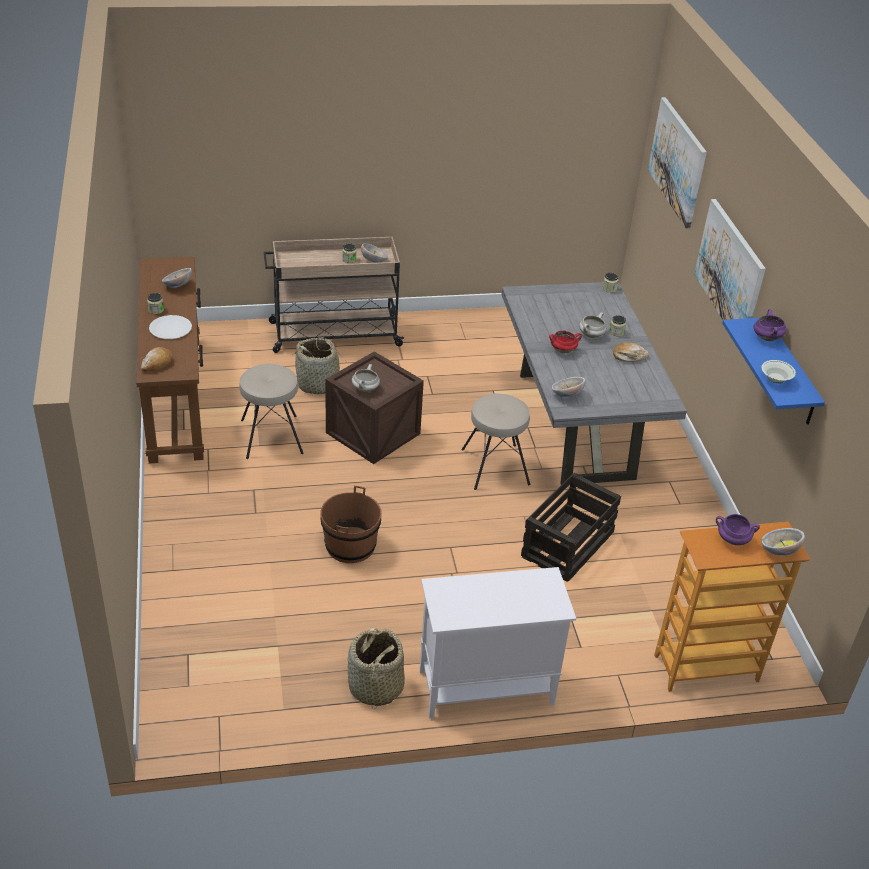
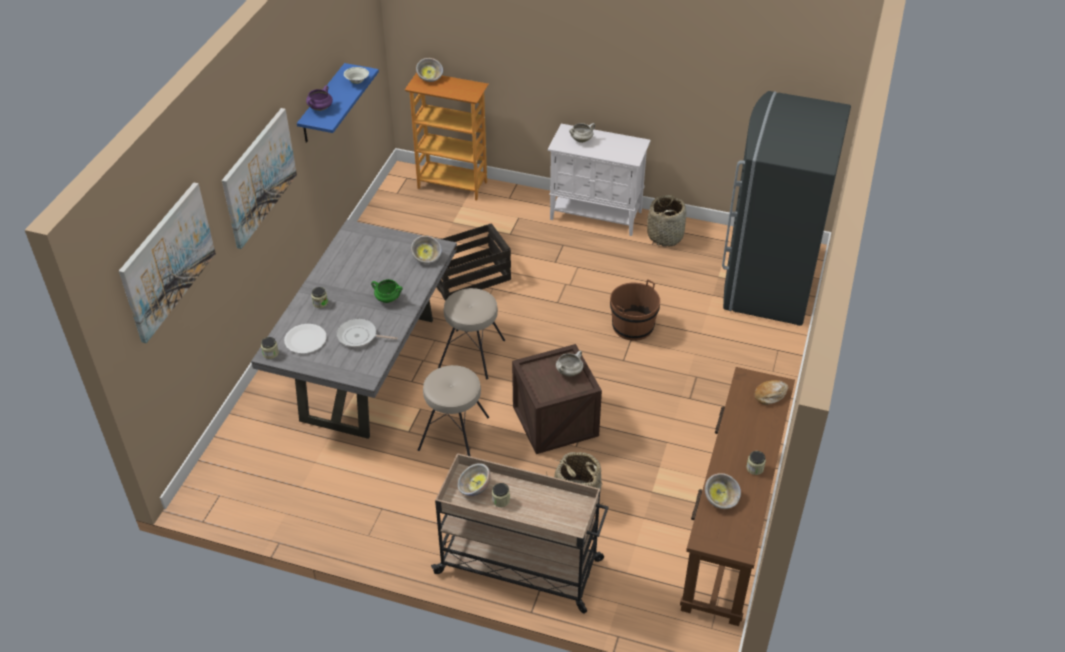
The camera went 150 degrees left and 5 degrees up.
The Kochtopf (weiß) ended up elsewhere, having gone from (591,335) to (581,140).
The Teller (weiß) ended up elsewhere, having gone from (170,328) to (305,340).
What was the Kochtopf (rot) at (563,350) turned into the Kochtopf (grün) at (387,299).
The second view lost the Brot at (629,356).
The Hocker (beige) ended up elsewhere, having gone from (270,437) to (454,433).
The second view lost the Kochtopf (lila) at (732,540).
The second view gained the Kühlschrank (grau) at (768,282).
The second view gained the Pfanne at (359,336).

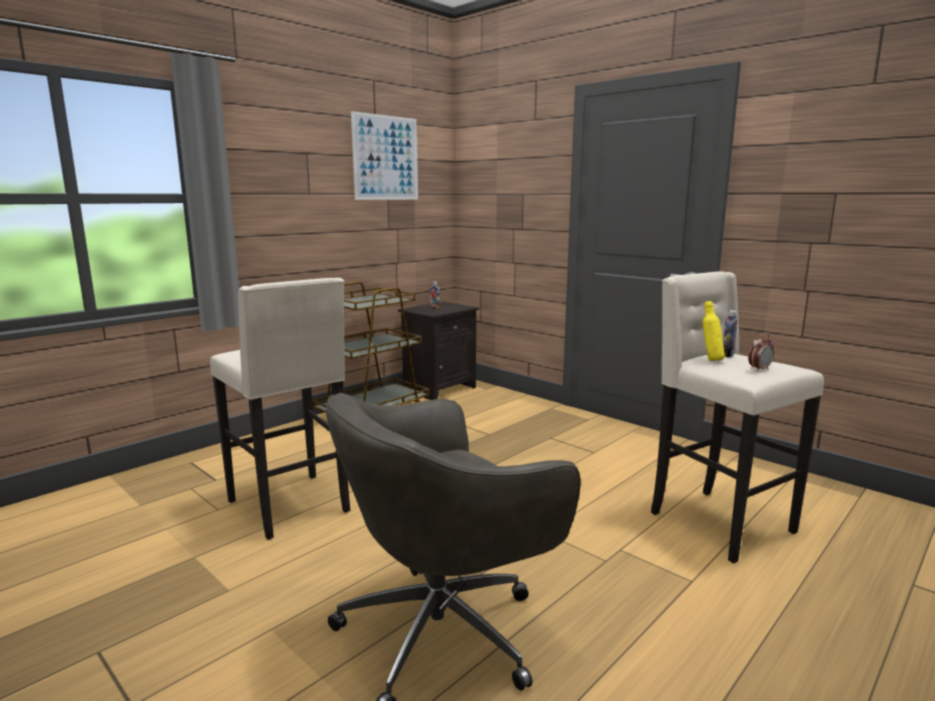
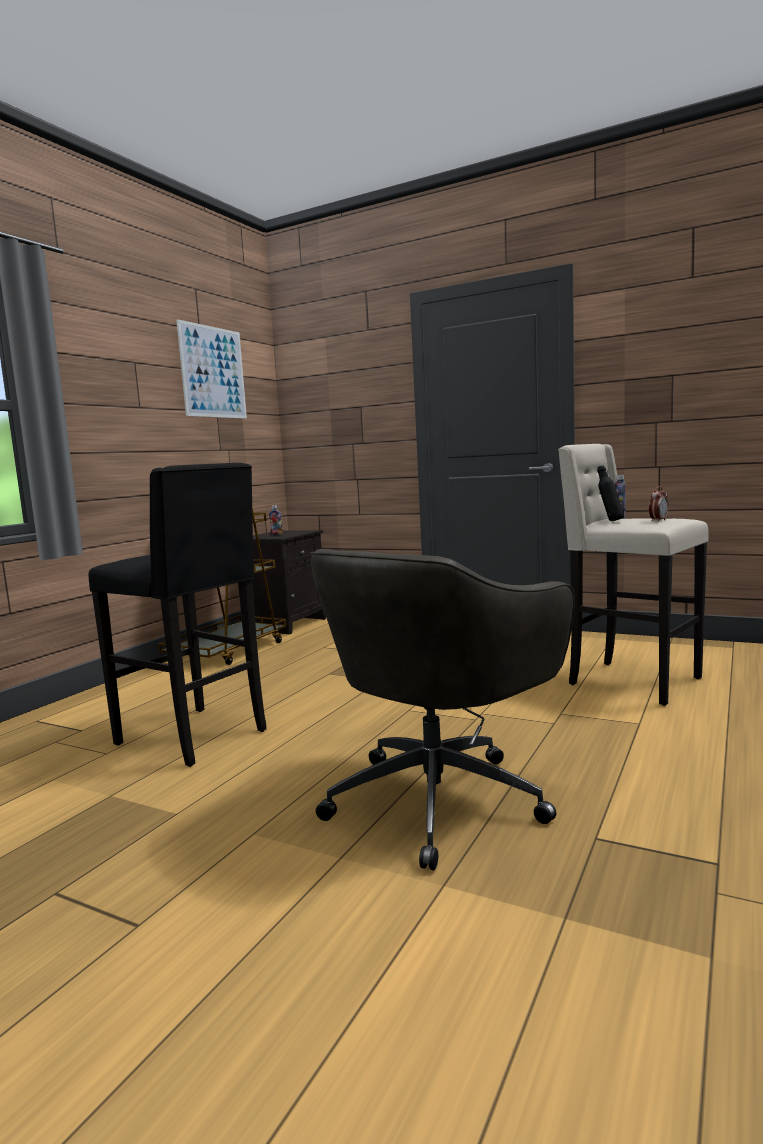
The camera went 15 degrees left and 5 degrees down.
What was the Hocker (beige) at (292,507) turned into the Hocker (schwarz) at (196,737).
What was the Flasche (gelb) at (710,360) turned into the Flasche (schwarz) at (610,521).

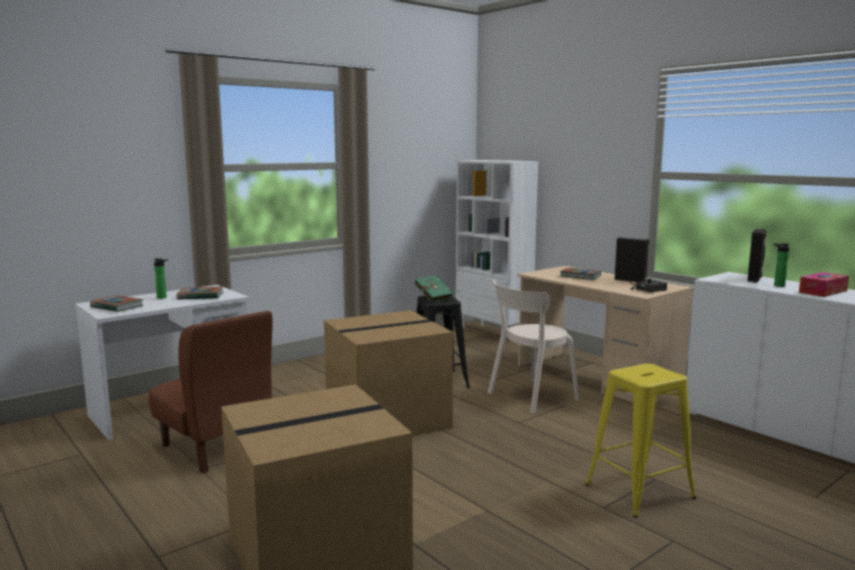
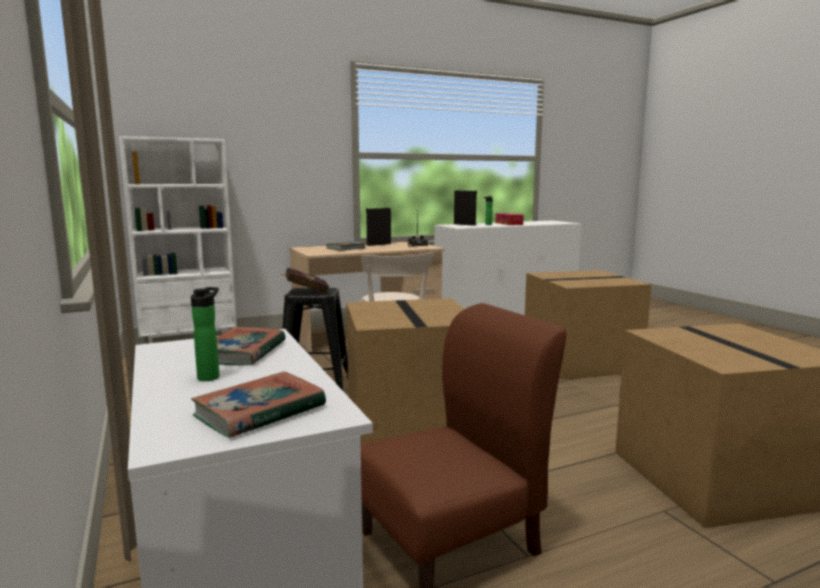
The camera went 75 degrees left and 0 degrees up.
What was the Buch (grün) at (432,298) turned into the Buch (rot) at (305,292).
Where the Hocker (gelb) stood at (639,491), the Karton came to stand at (580,361).

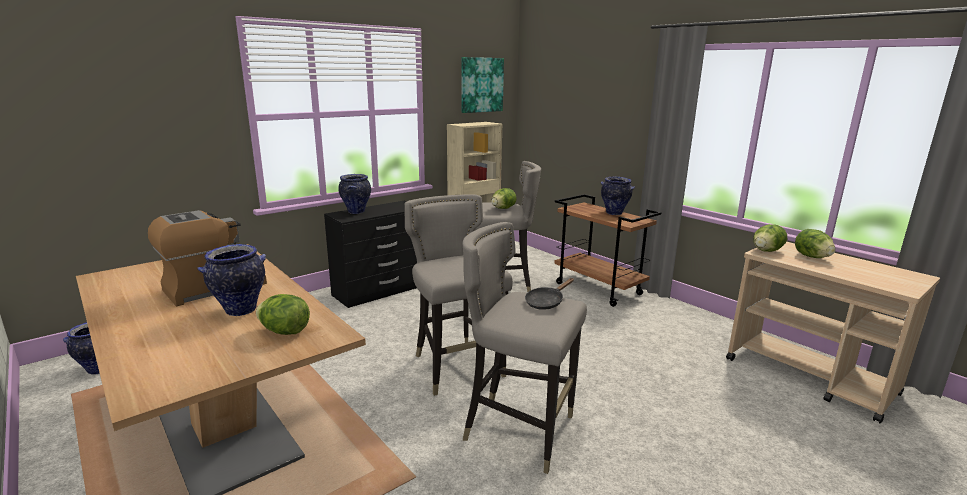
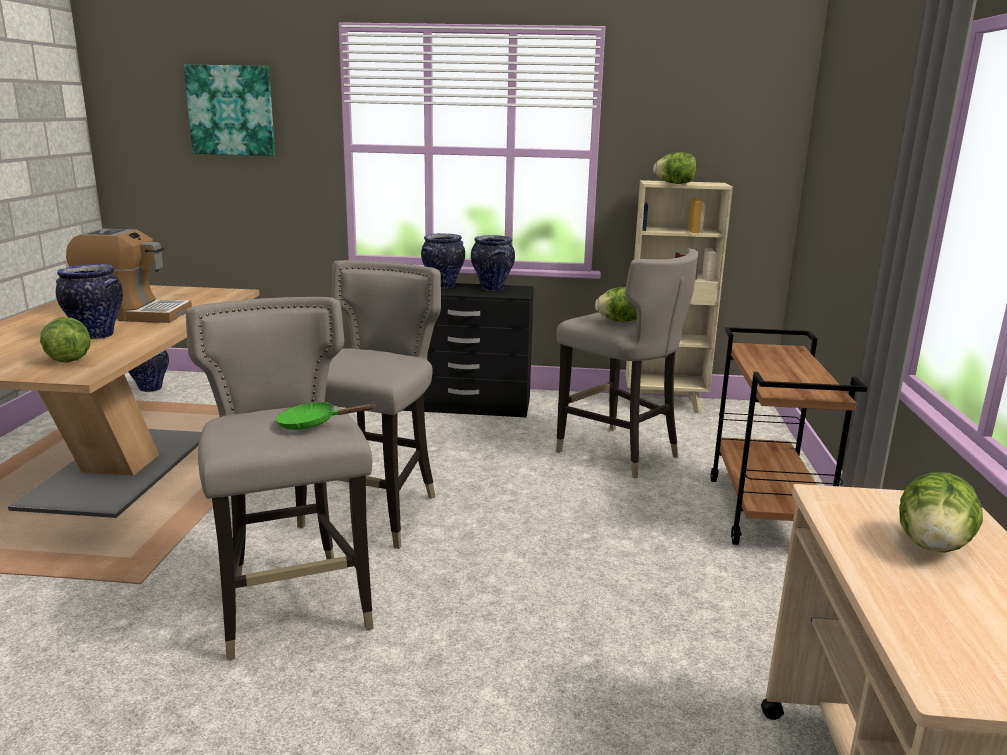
The camera went 45 degrees right and 0 degrees up.
The Bild ended up elsewhere, having gone from (481,85) to (231,110).
The Vase ended up elsewhere, having gone from (614,213) to (492,288).
The Salatkopf ended up elsewhere, having gone from (766,251) to (675,183).
What was the Pfanne (schwarz) at (546,302) turned into the Pfanne (grün) at (313,424).

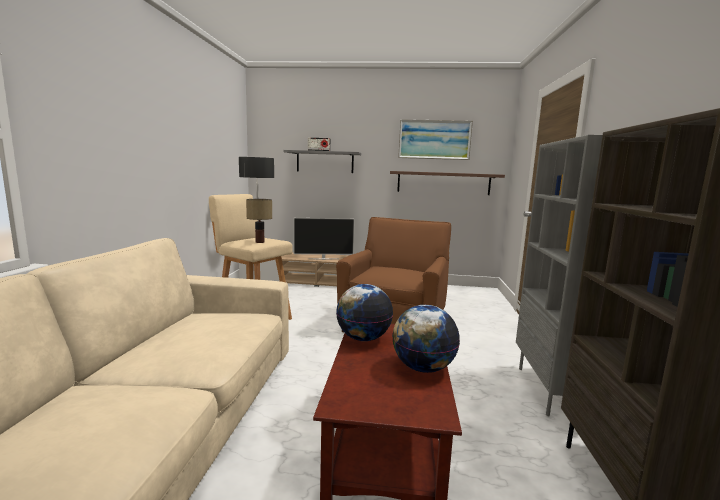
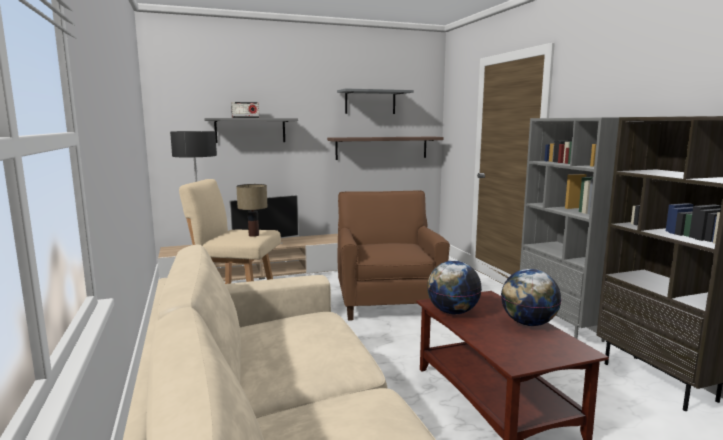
The camera went 25 degrees left and 0 degrees up.
Where the Bild hung at (434,139), the Wandregal (grau) came to hang at (370,102).

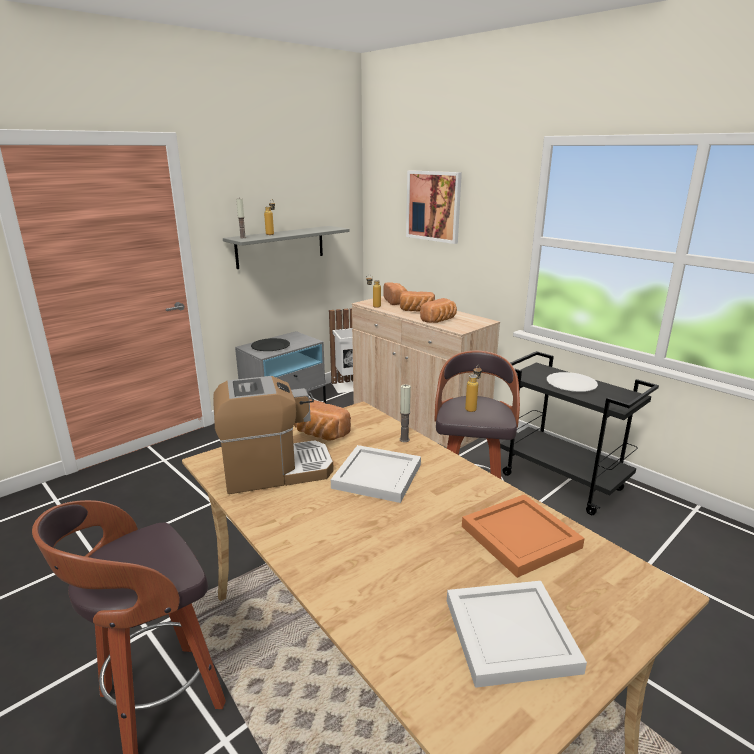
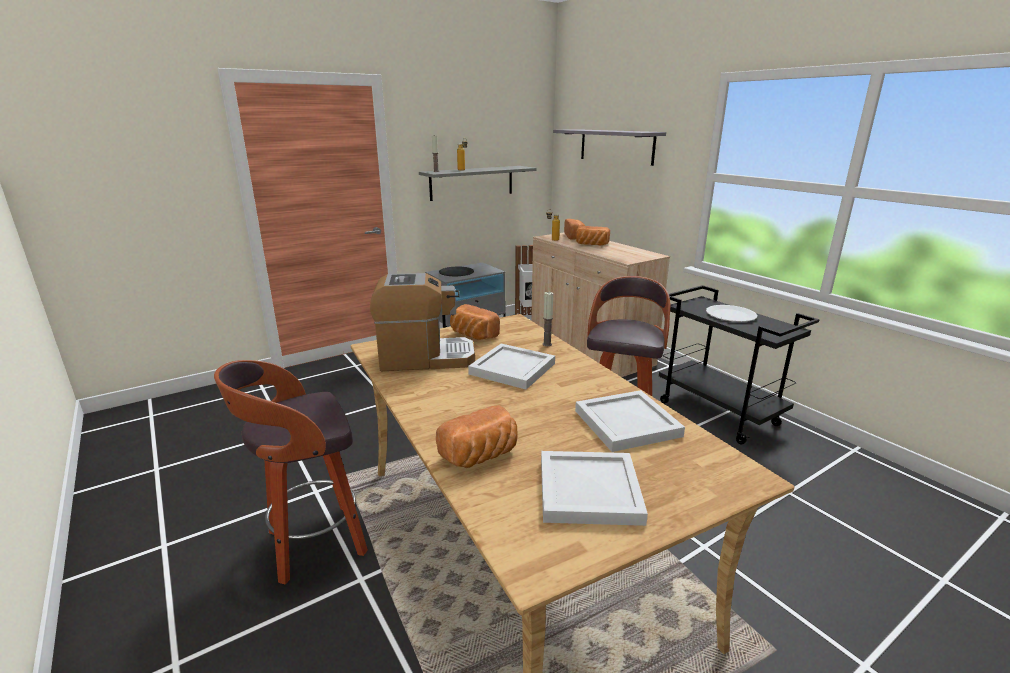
The camera went 10 degrees right and 0 degrees up.
Where the Bild hung at (433,206), the Wandregal (grau) came to hang at (616,146).
The Brot ended up elsewhere, having gone from (440,320) to (481,456).
The second view lost the Flasche at (472,408).
What was the Tablett (orange) at (520,535) turned into the Tablett (weiß) at (627,422).

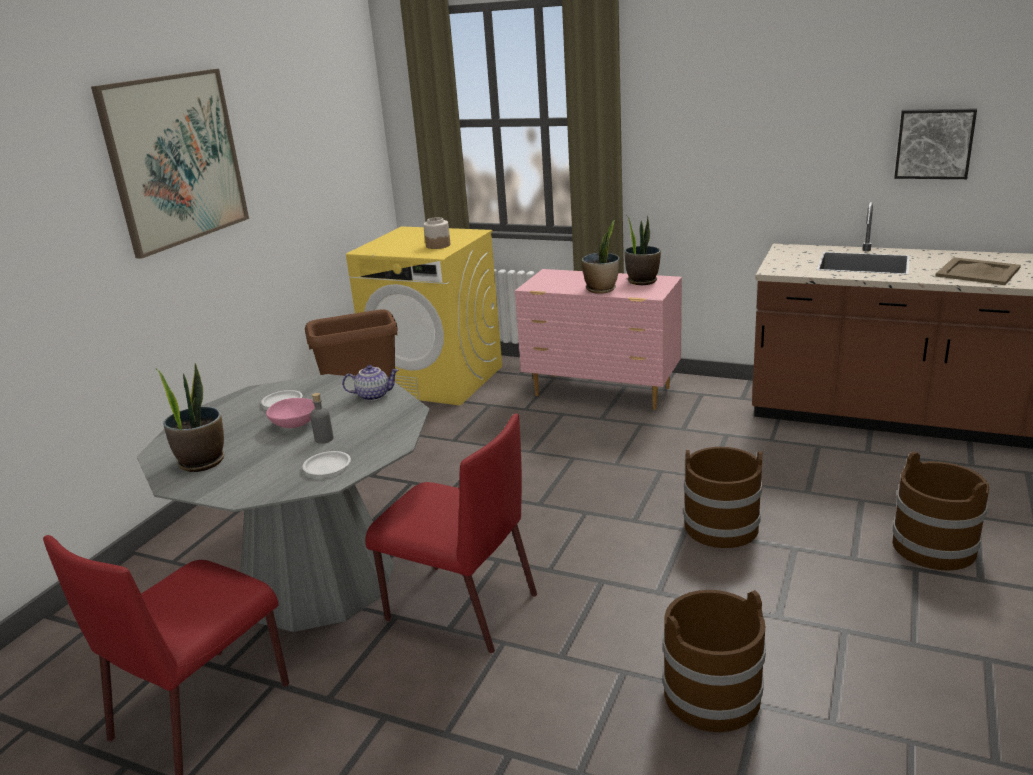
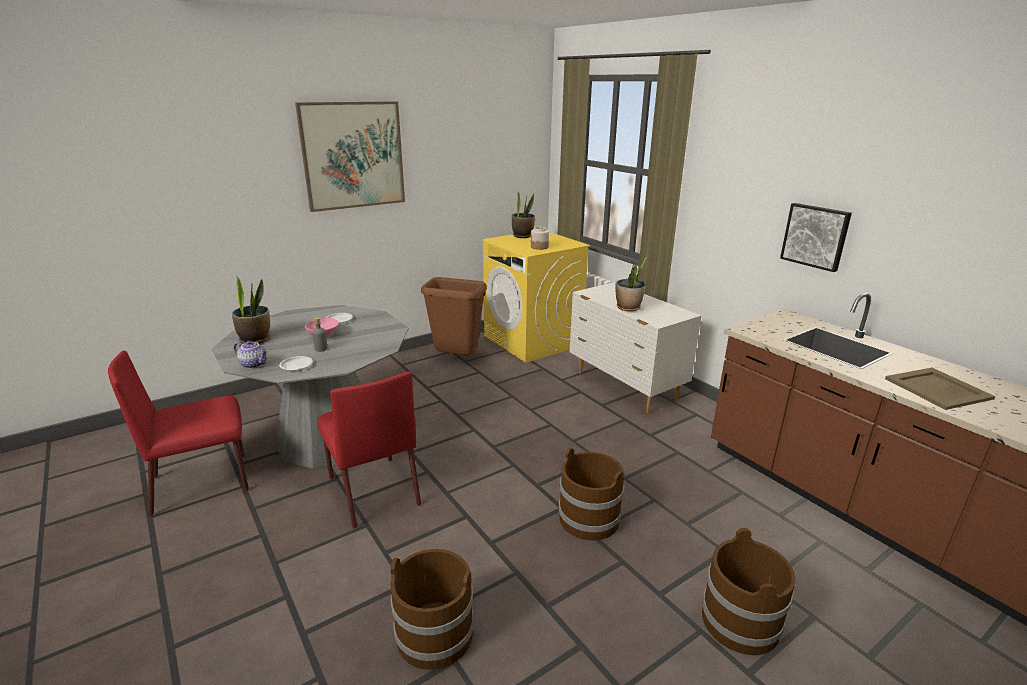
The camera went 30 degrees right and 0 degrees up.
The Bild ended up elsewhere, having gone from (934,143) to (815,236).
The Topfpflanze ended up elsewhere, having gone from (642,281) to (522,236).
What was the Kommode (rosa) at (602,392) turned into the Kommode (weiß) at (625,387).
The Teekanne ended up elsewhere, having gone from (373,395) to (254,364).

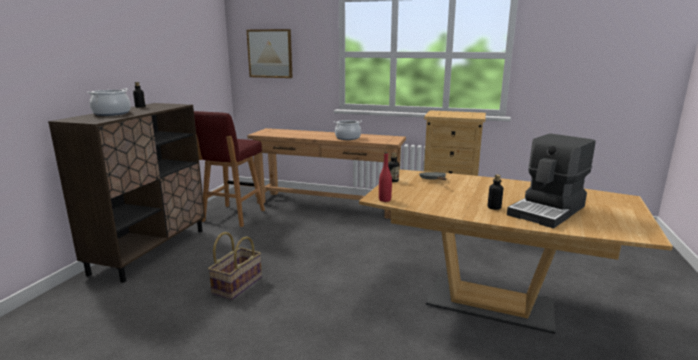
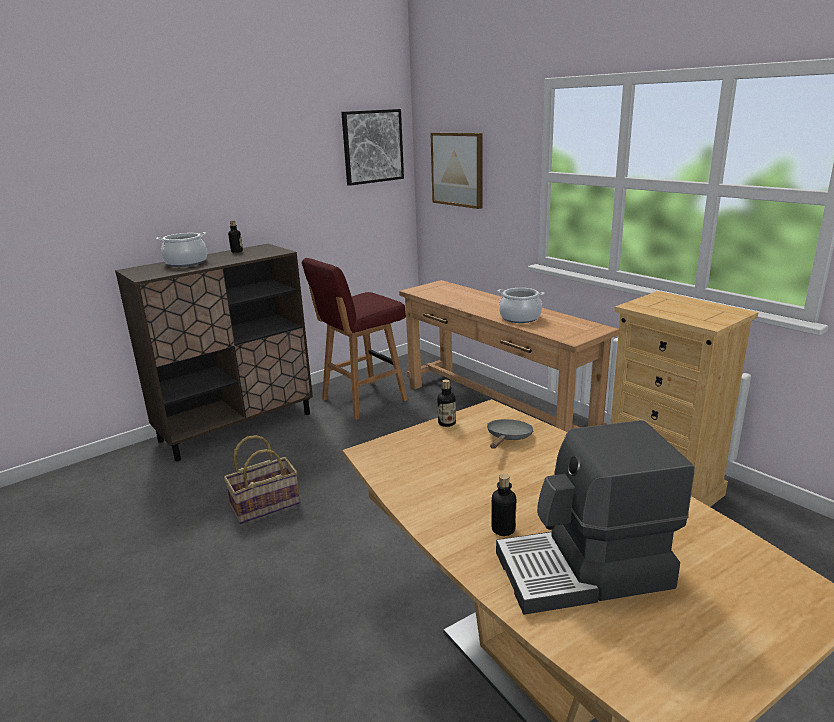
The camera went 35 degrees right and 5 degrees up.
The second view lost the Flasche (rot) at (384,200).
The second view gained the Bild at (372,146).

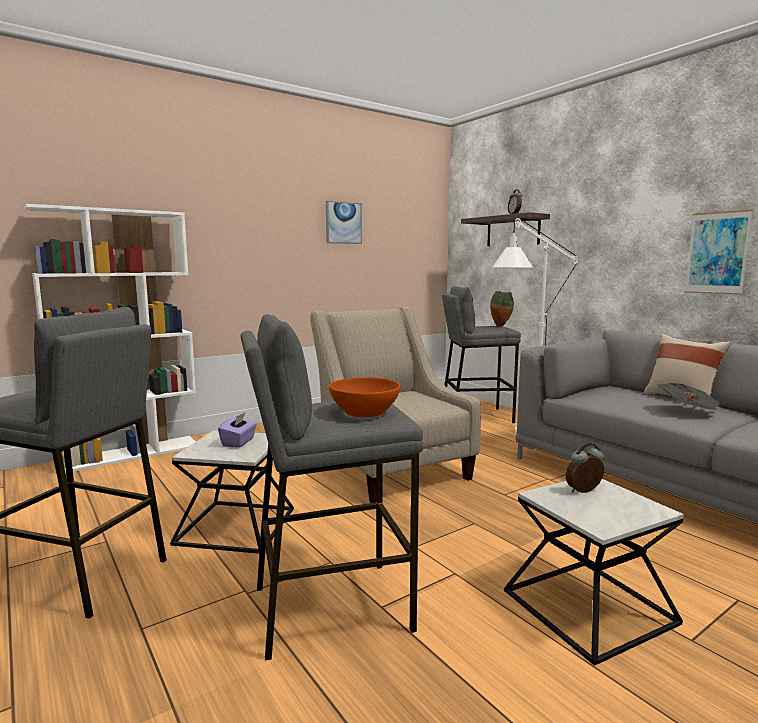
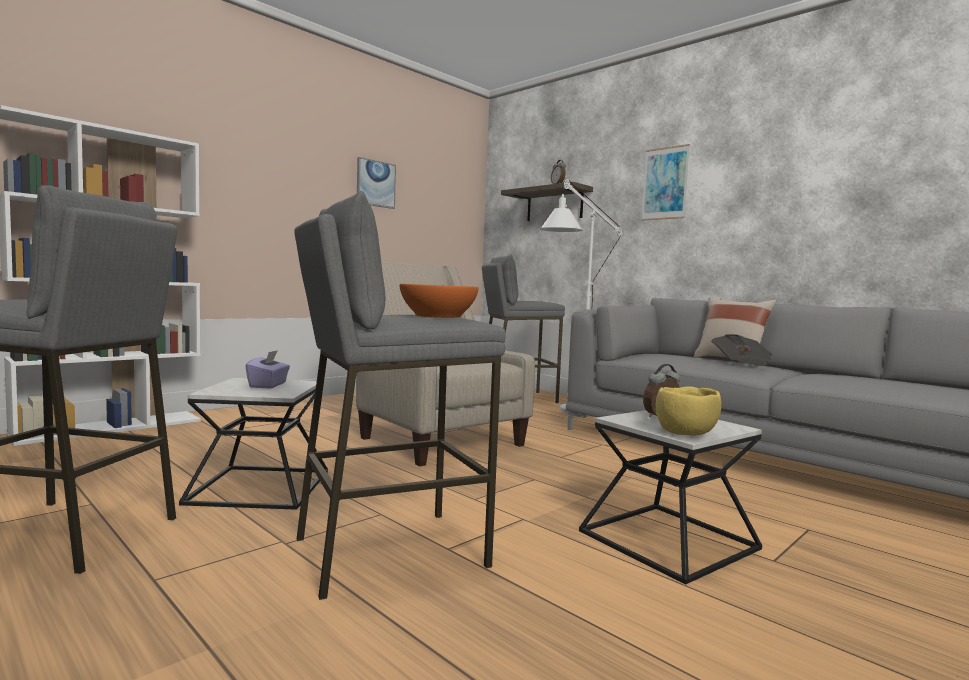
The camera went 10 degrees left and 5 degrees down.
The Bild ended up elsewhere, having gone from (717,253) to (665,183).
The second view lost the Vase at (500,326).
The second view gained the Schüssel (gelb) at (687,434).

